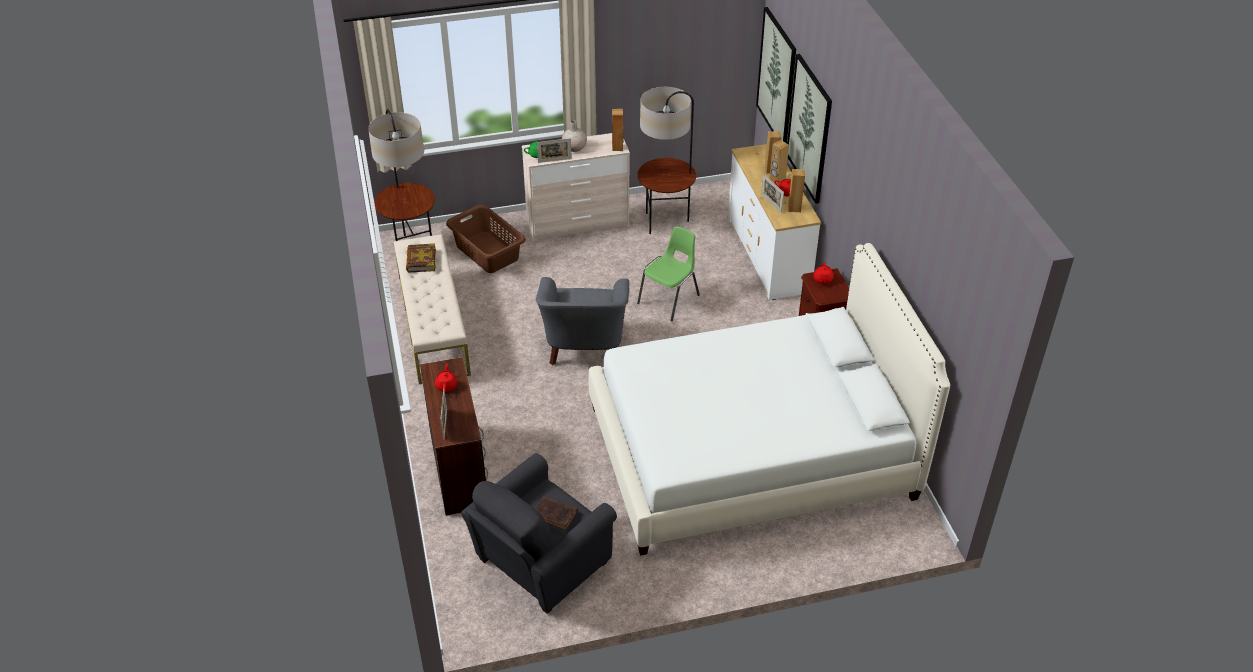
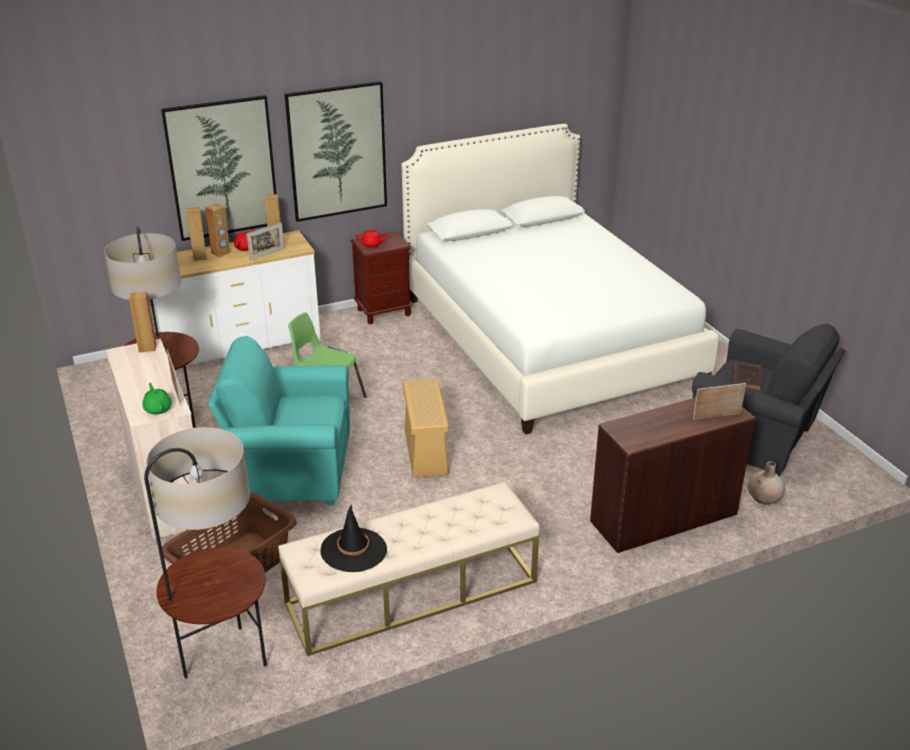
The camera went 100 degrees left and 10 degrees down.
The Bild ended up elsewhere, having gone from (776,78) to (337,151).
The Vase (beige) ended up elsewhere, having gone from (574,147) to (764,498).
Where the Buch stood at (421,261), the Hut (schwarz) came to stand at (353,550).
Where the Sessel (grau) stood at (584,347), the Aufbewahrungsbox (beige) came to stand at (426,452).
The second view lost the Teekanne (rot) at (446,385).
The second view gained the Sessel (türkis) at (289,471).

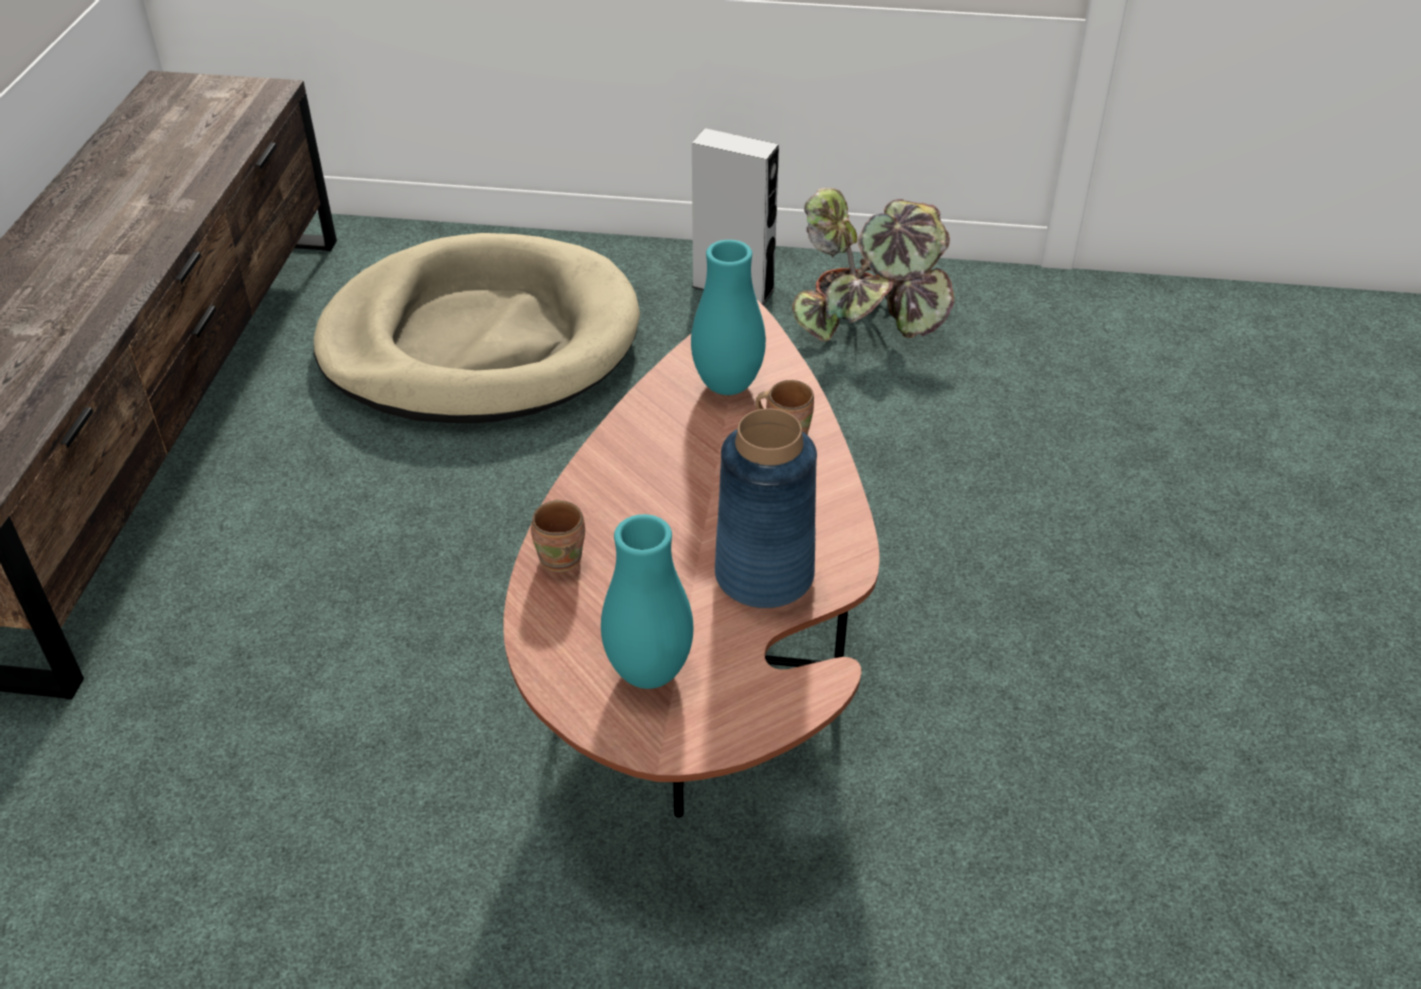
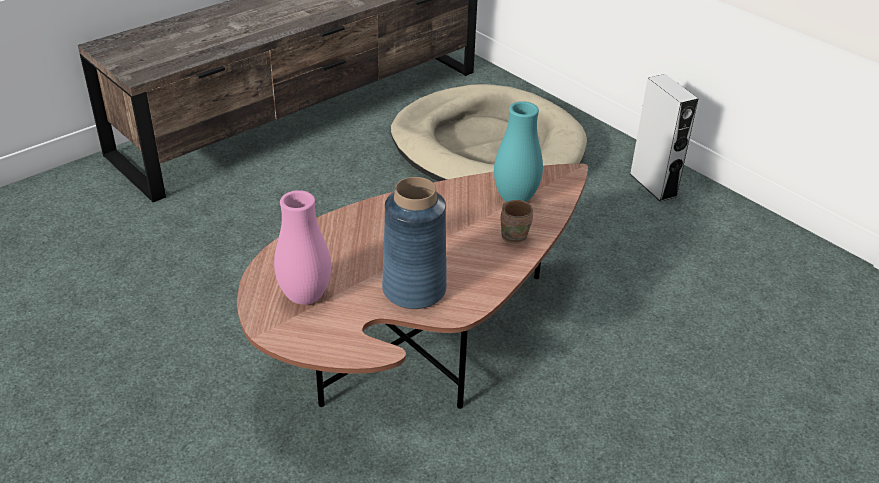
The camera went 40 degrees right and 5 degrees down.
The second view lost the Topfpflanze at (871,317).
The second view lost the Henkelbecher (braun) at (563,556).
What was the Vase (türkis) at (649,672) turned into the Vase (rosa) at (305,296).

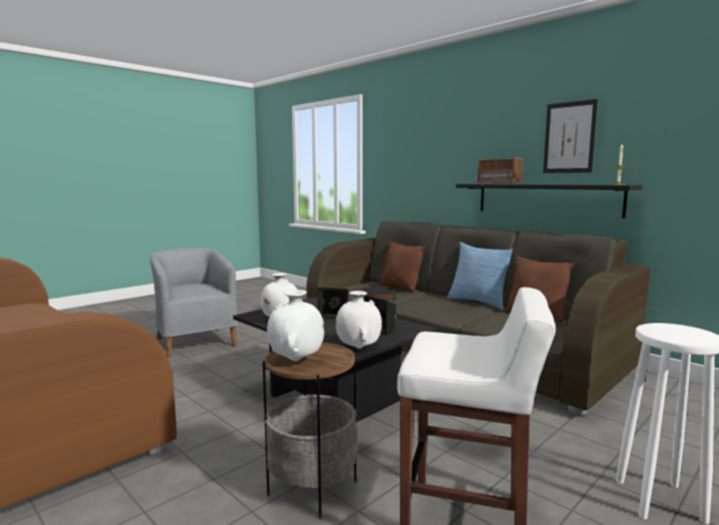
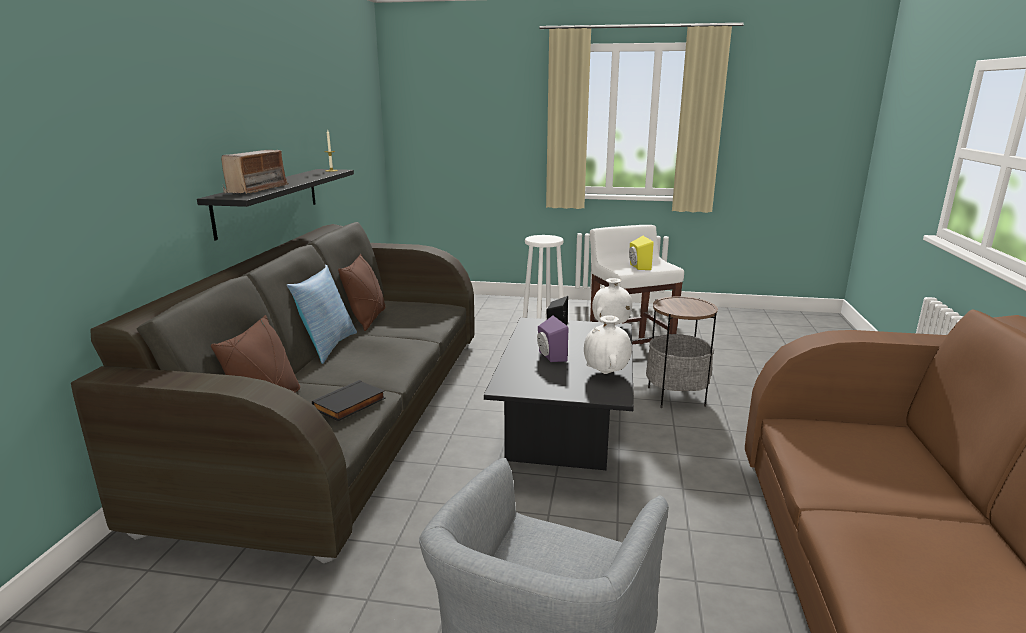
The camera went 125 degrees left and 10 degrees up.
The second view lost the Bild at (569,137).
What was the Lautsprecher (schwarz) at (335,316) turned into the Lautsprecher (lila) at (549,356).
The second view lost the Vase (weiß) at (296,360).
The second view gained the Lautsprecher (gelb) at (638,267).

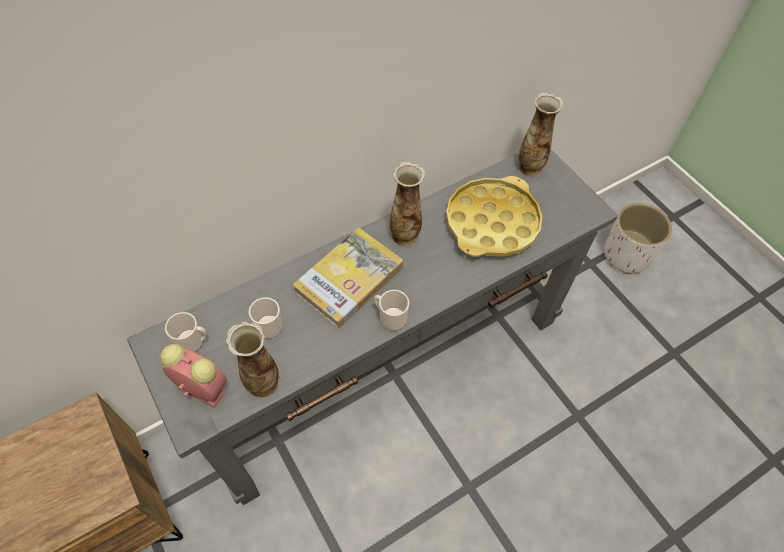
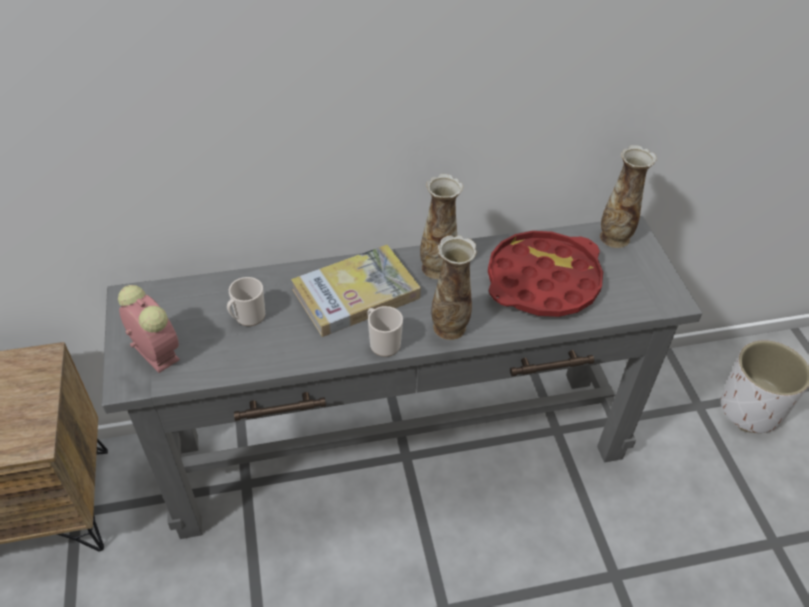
The camera went 20 degrees right and 10 degrees down.
What was the Tablett (gelb) at (491,223) turned into the Tablett (rot) at (542,281).
The second view lost the Henkelbecher at (193,342).
The Vase ended up elsewhere, having gone from (263,384) to (449,328).

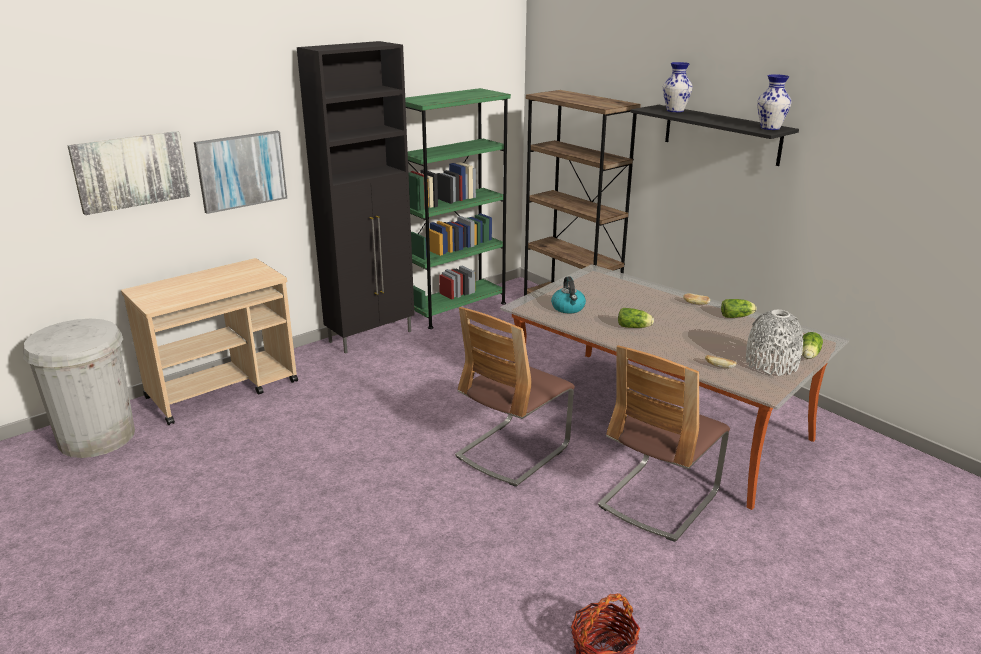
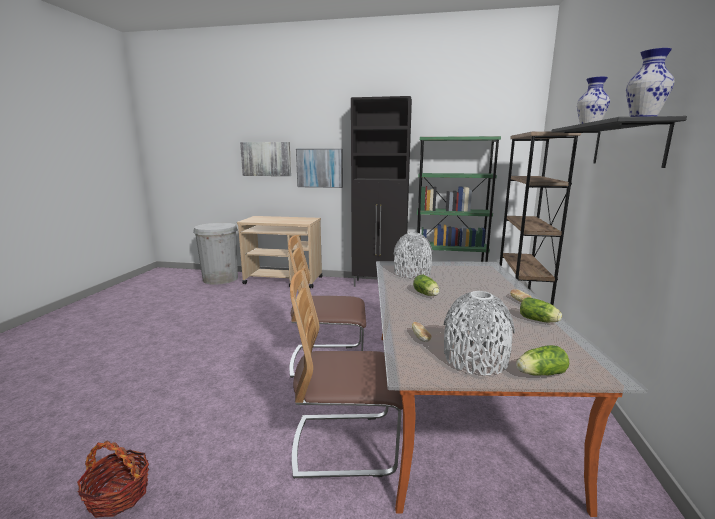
The camera went 50 degrees right and 10 degrees down.
Where the Wasserkessel stood at (568,308), the Vase (grau) came to stand at (412,273).

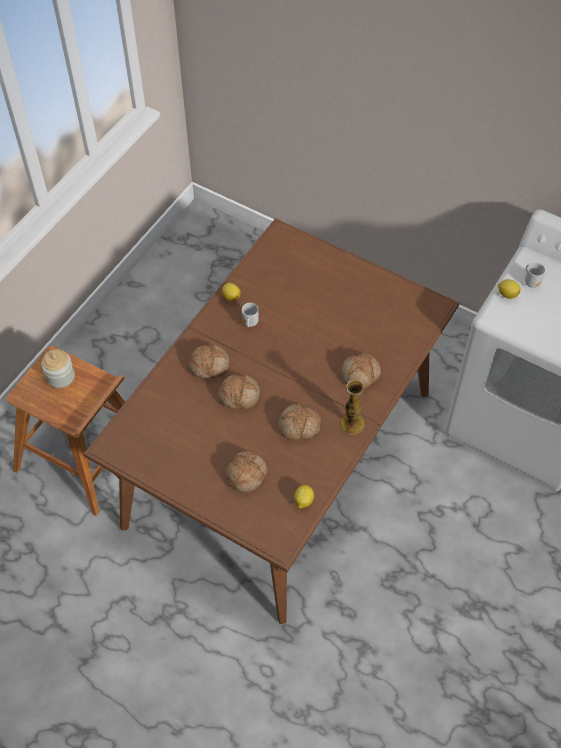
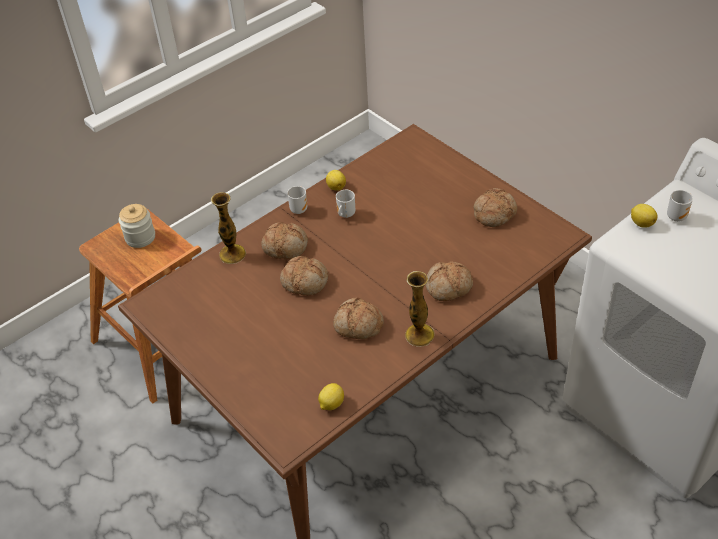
The camera went 20 degrees right and 10 degrees down.
The Brot ended up elsewhere, having gone from (246,474) to (494,213).
The second view gained the Henkelbecher at (298,209).
The second view gained the Vase at (232,254).

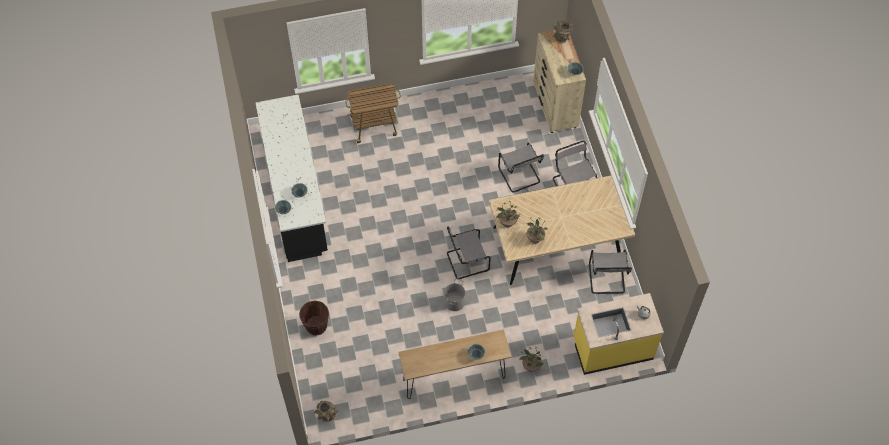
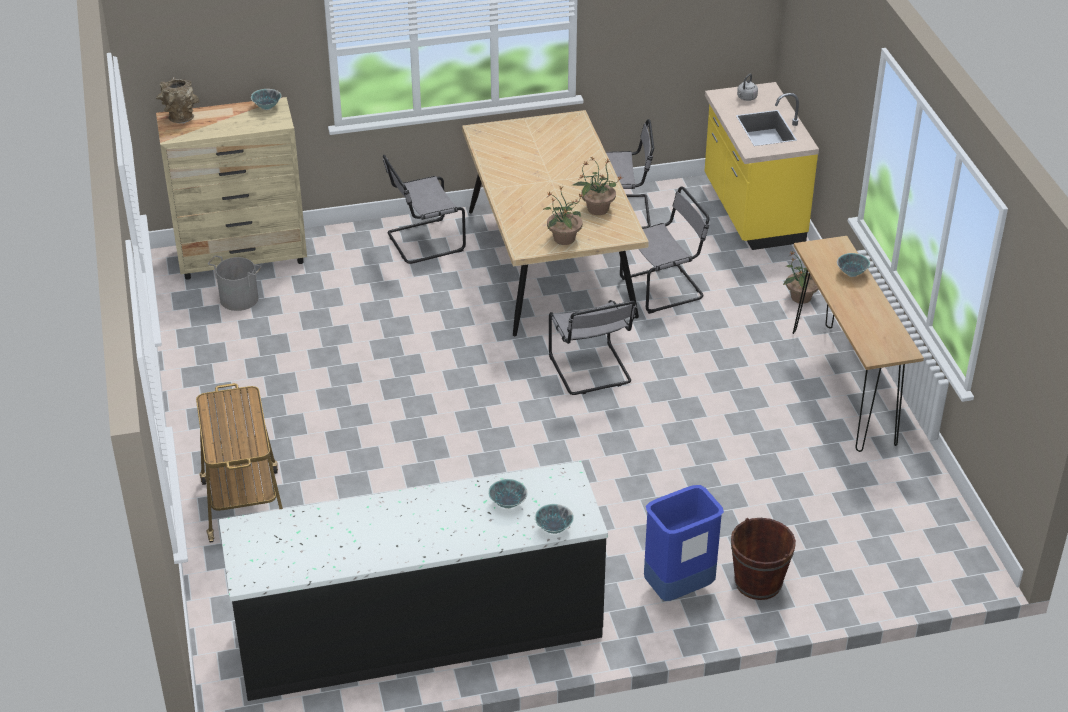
The camera went 90 degrees left and 20 degrees down.
The Stuhl (grau) ended up elsewhere, having gone from (520,176) to (665,288).
The Eimer (grau) ended up elsewhere, having gone from (455,302) to (239,298).
The second view lost the Vase (braun) at (327,416).
The second view gained the Mülleimer (blau) at (678,589).

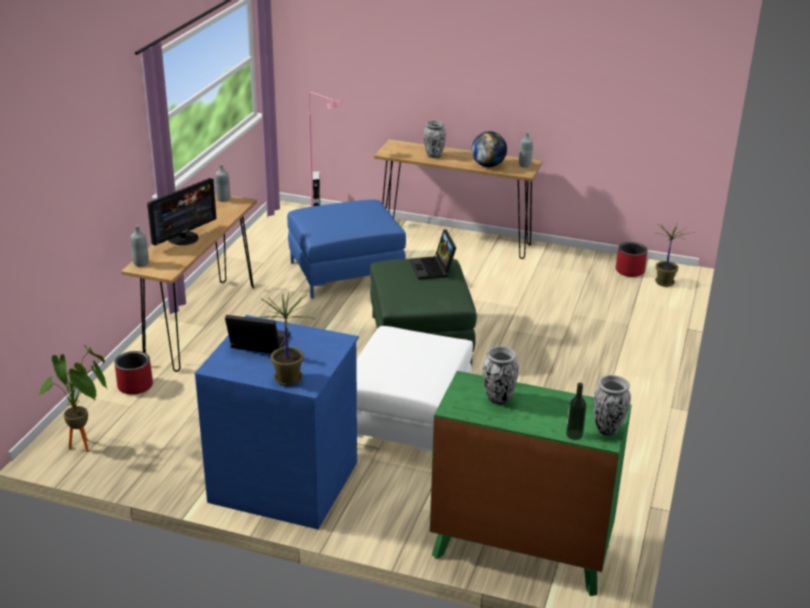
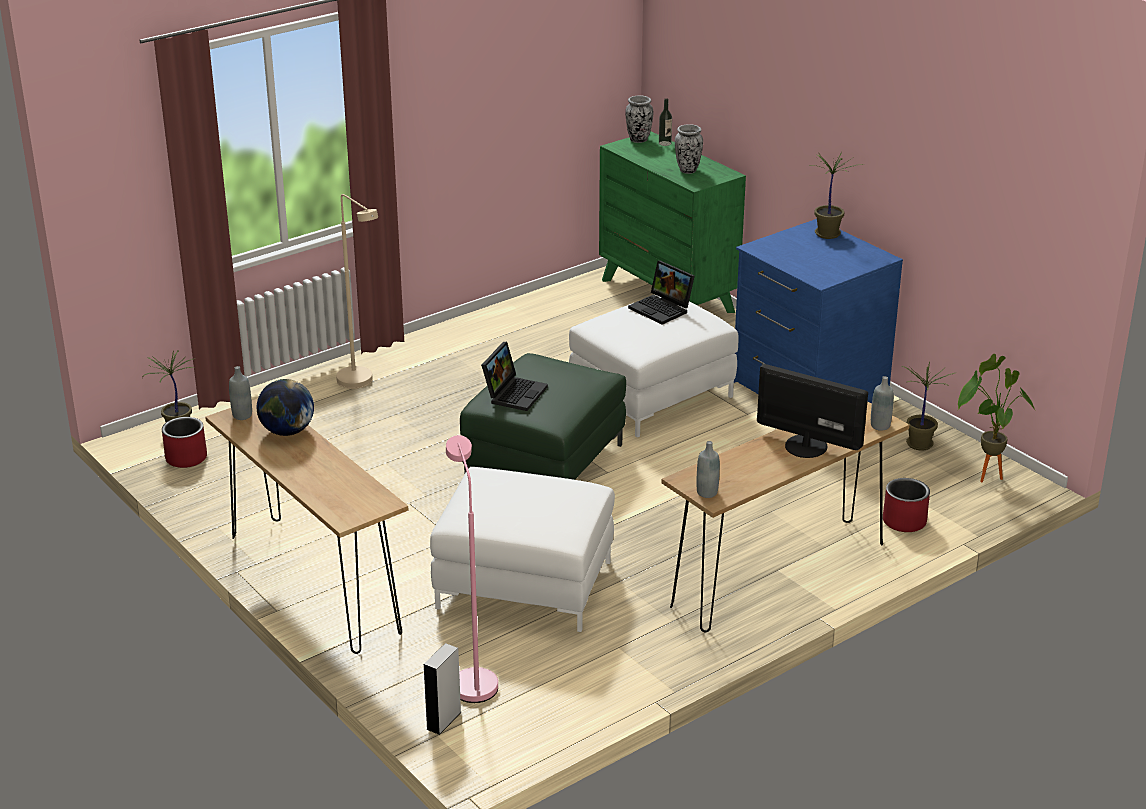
The camera went 145 degrees left and 0 degrees up.
The second view lost the Vase at (434,155).
The Monitor at (183,238) ended up facing another way, 45 degrees clockwise from before.
What was the Polsterhocker (blau) at (346,273) turned into the Polsterhocker (weiß) at (524,585).
The Laptop ended up elsewhere, having gone from (257,344) to (662,309).
The second view gained the Stehlampe (beige) at (361,383).
The second view gained the Topfpflanze at (919,444).

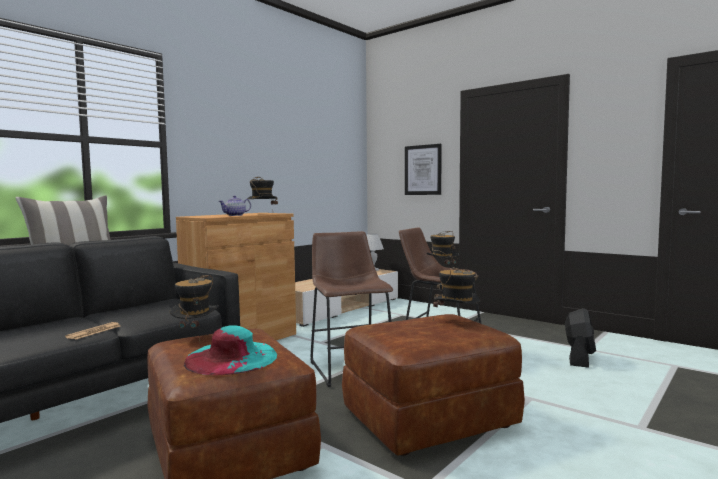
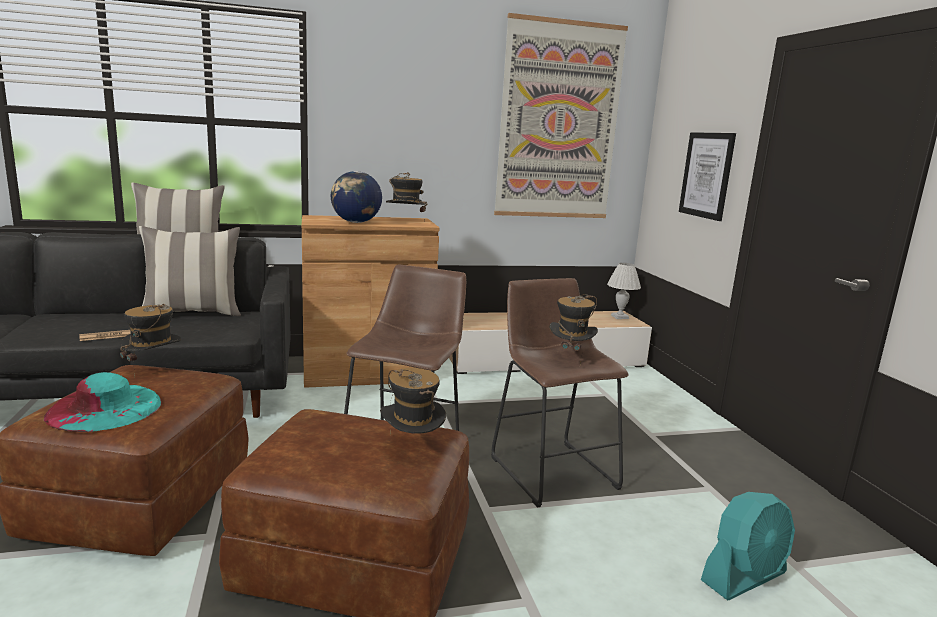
The camera went 35 degrees right and 10 degrees up.
Where the Teekanne stood at (235,215), the Globus came to stand at (356,222).
What was the Ventilator (schwarz) at (579,358) turned into the Ventilator (türkis) at (744,577).
The second view gained the Bild at (559,122).
The second view gained the Kissen at (193,313).

